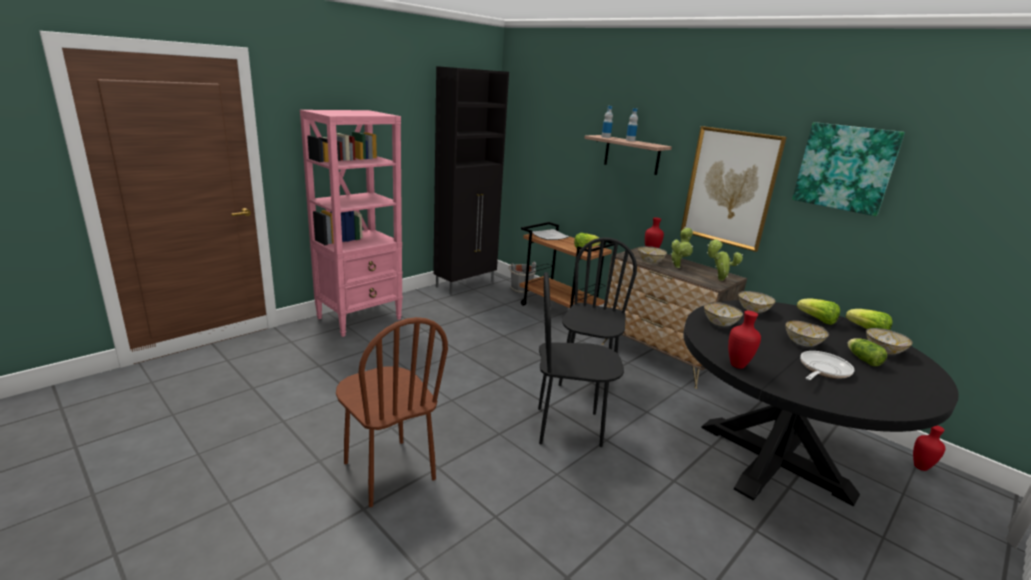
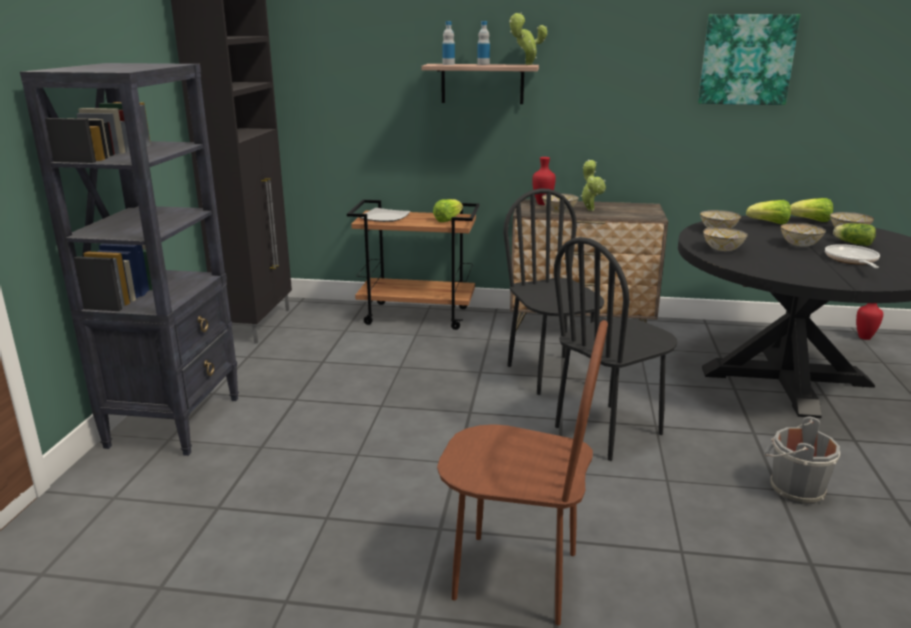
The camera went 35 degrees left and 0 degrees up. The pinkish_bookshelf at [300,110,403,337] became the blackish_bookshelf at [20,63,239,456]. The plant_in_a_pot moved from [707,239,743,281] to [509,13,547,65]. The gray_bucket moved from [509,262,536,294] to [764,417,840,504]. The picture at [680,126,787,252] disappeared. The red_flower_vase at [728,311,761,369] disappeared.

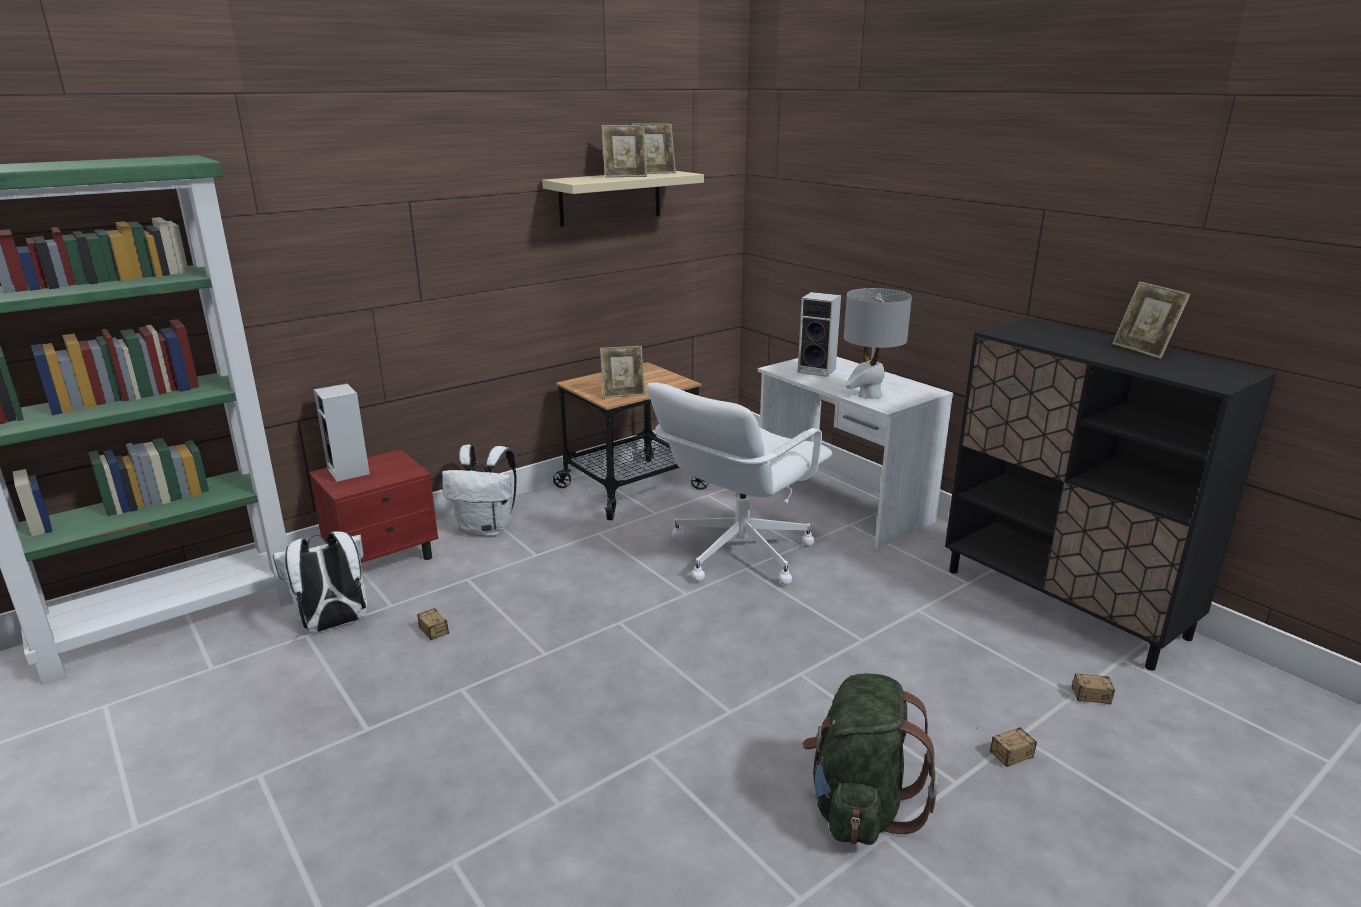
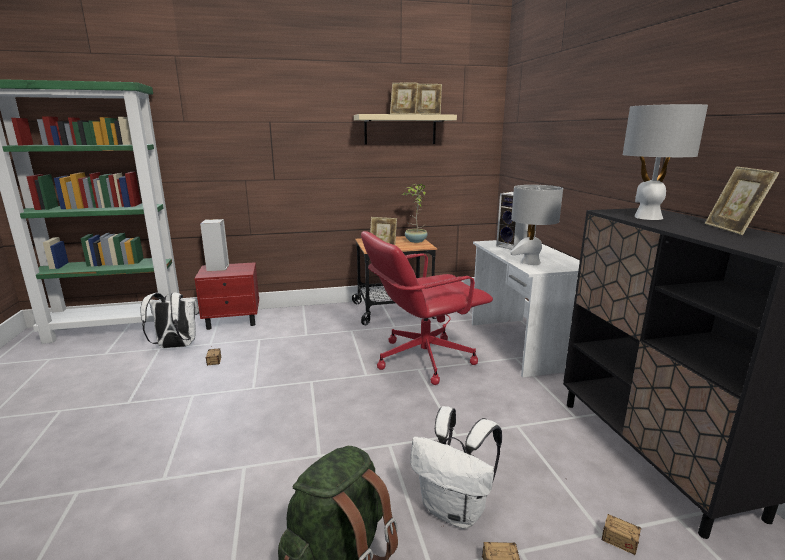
The camera went 25 degrees right and 5 degrees down. The white_computer_chair at [647,382,832,585] became the red_computer_chair at [361,231,493,385]. The plant_in_a_pot at [402,184,428,243] appeared. The white_rucksack moved from [442,445,517,537] to [410,406,502,529]. The gray_tabletop_lamp at [623,104,708,220] appeared.

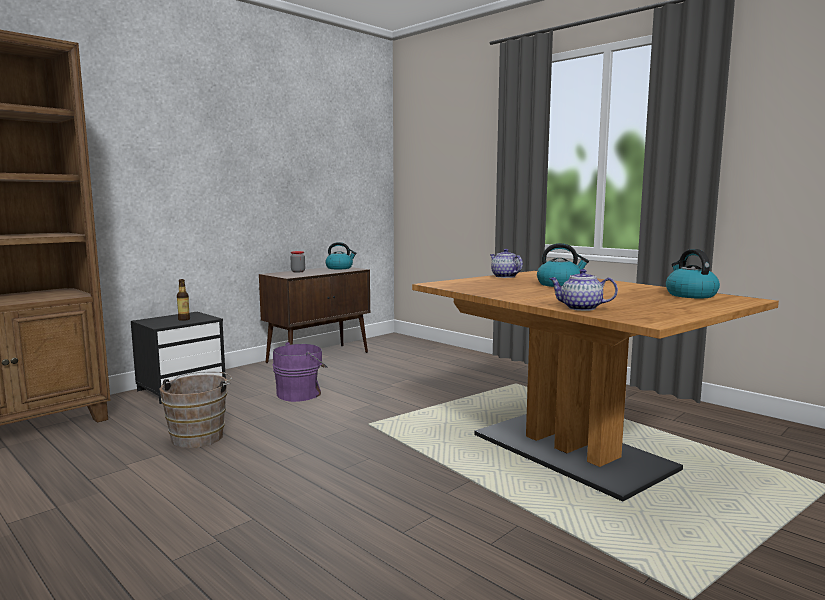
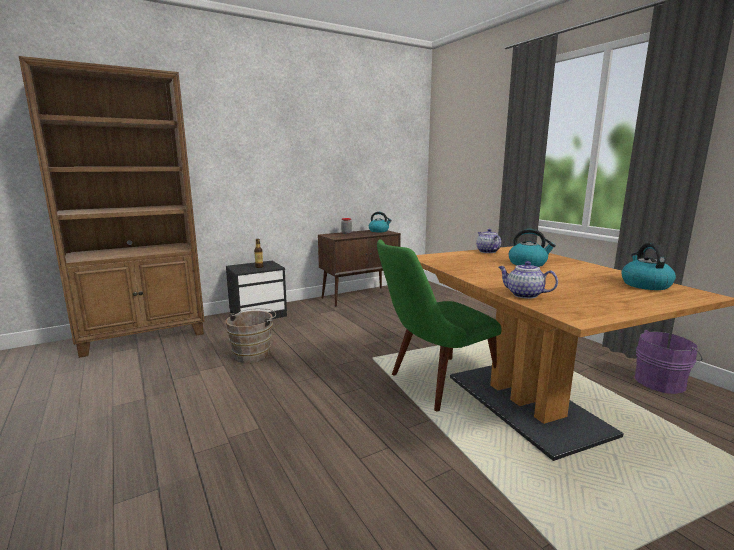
The camera went 15 degrees right and 5 degrees up. The green_plain_chair at [377,239,502,411] appeared. The purple_bucket moved from [272,342,327,402] to [635,330,703,394].

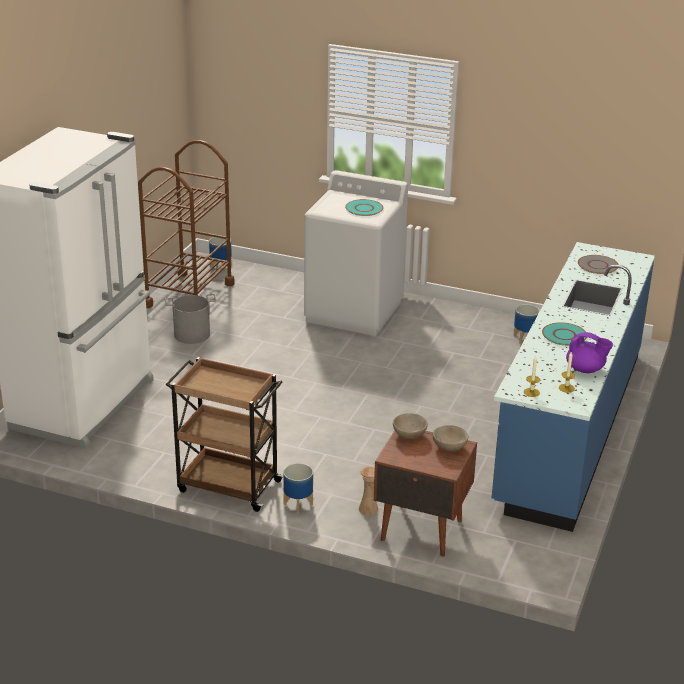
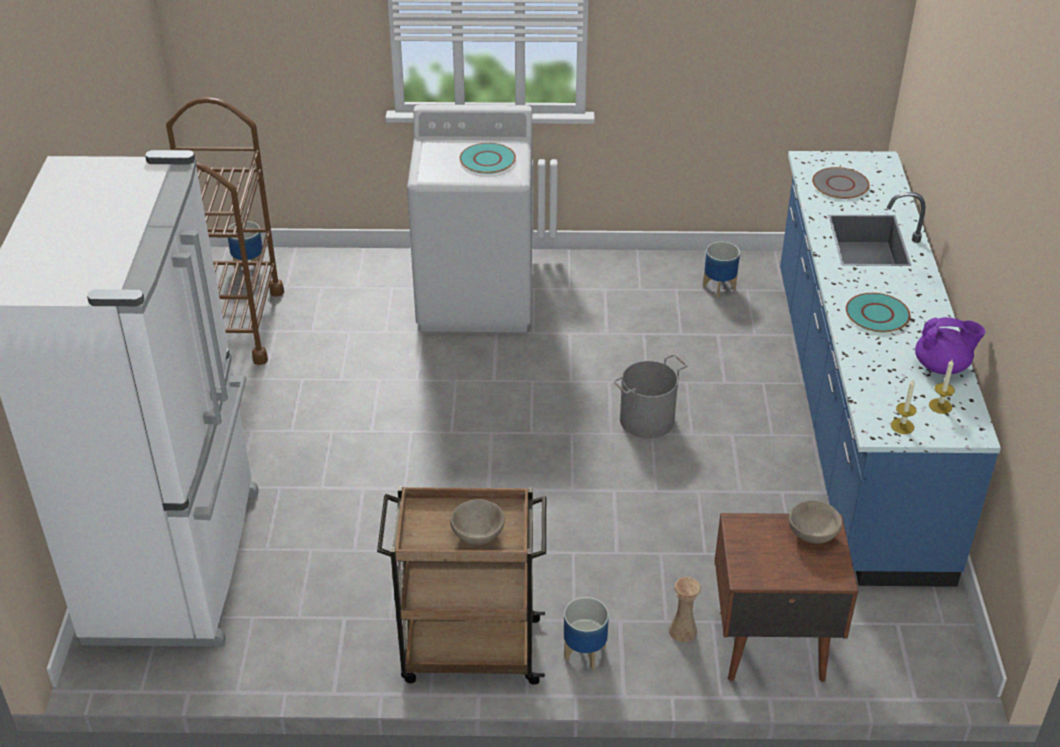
The camera went 20 degrees left and 10 degrees up. The beige-coloured_bowl moved from [393,413,428,439] to [450,499,505,545]. The gray_bucket moved from [165,294,216,344] to [613,354,687,439].

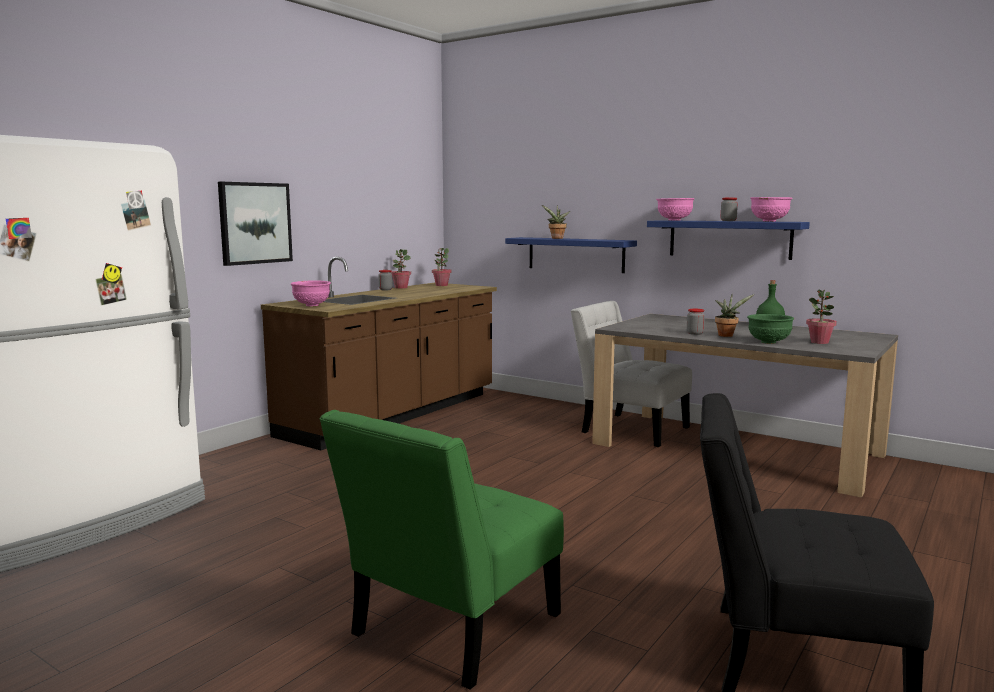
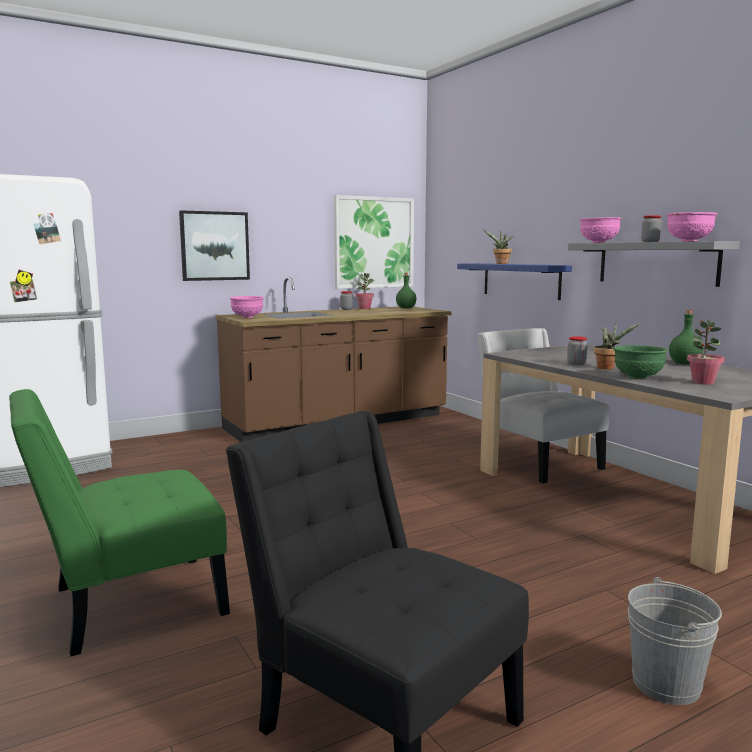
The camera went 25 degrees right and 0 degrees up. The picture at [334,195,414,289] appeared. The plant_in_a_pot at [432,248,452,286] was replaced by the green_bottle at [396,273,416,308]. The blue_wall_shelf at [647,220,810,260] became the gray_wall_shelf at [568,241,740,287]. The gray_bucket at [628,577,722,705] appeared.

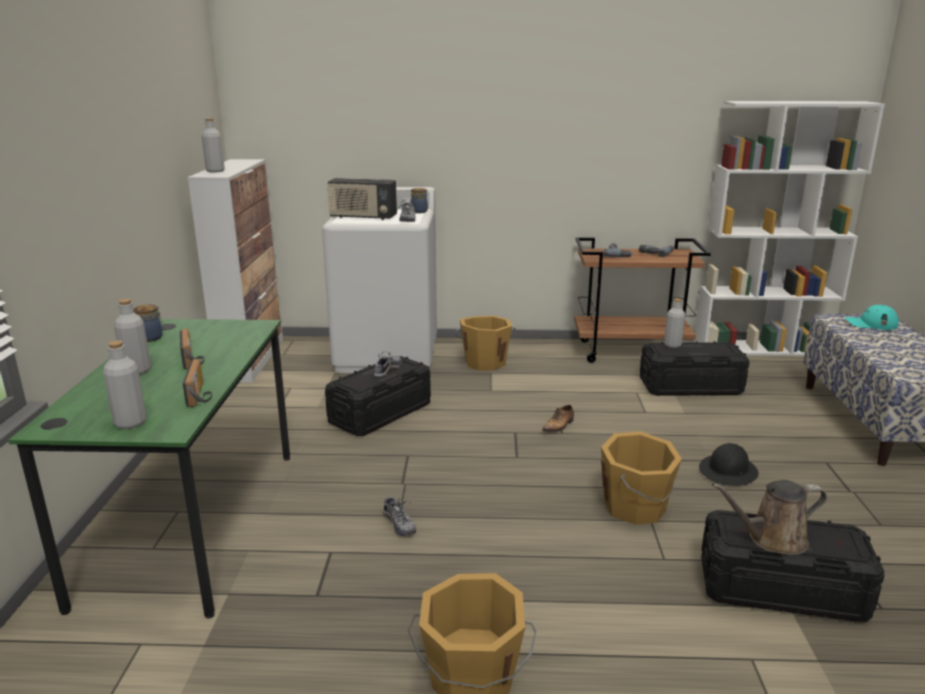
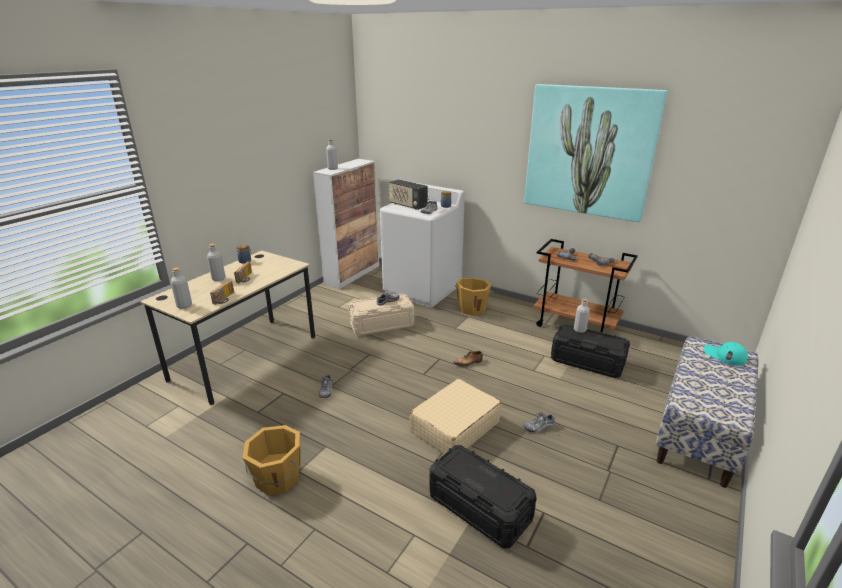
The camera went 30 degrees right and 5 degrees up. The green_desk_table at [8,319,290,618] became the beige-coloured_desk_table at [140,251,315,405]. The blackish_storage_bin at [325,356,431,436] became the beige-coloured_storage_bin at [348,294,414,336]. The orangey_bucket at [601,431,682,525] was replaced by the beige-coloured_suitcase at [410,379,501,454]. The blackish_safety_helmet at [699,443,759,486] was replaced by the item_of_footwear at [523,411,555,433]. The picture at [524,84,668,222] appeared. The white_bookshelf at [694,101,885,356] disappeared. The brownish_watering_pot at [712,480,827,555] disappeared.

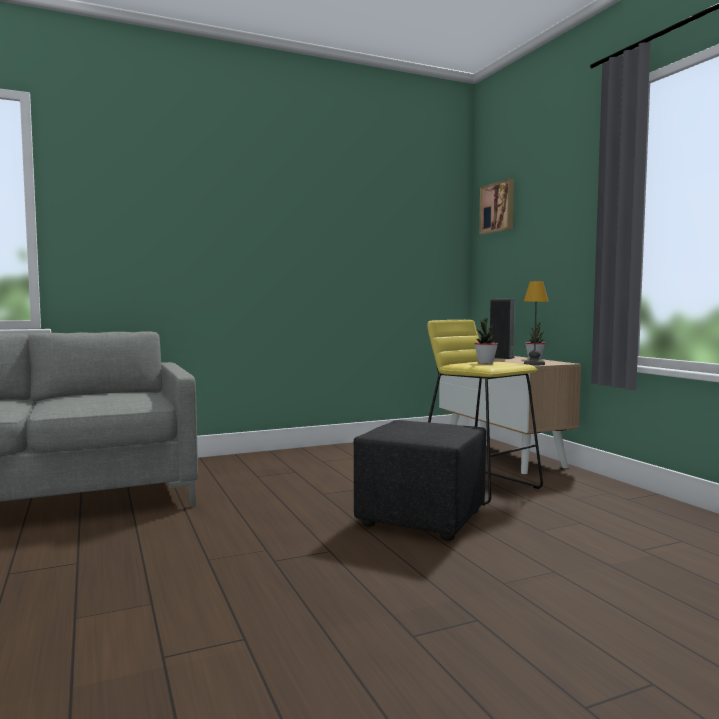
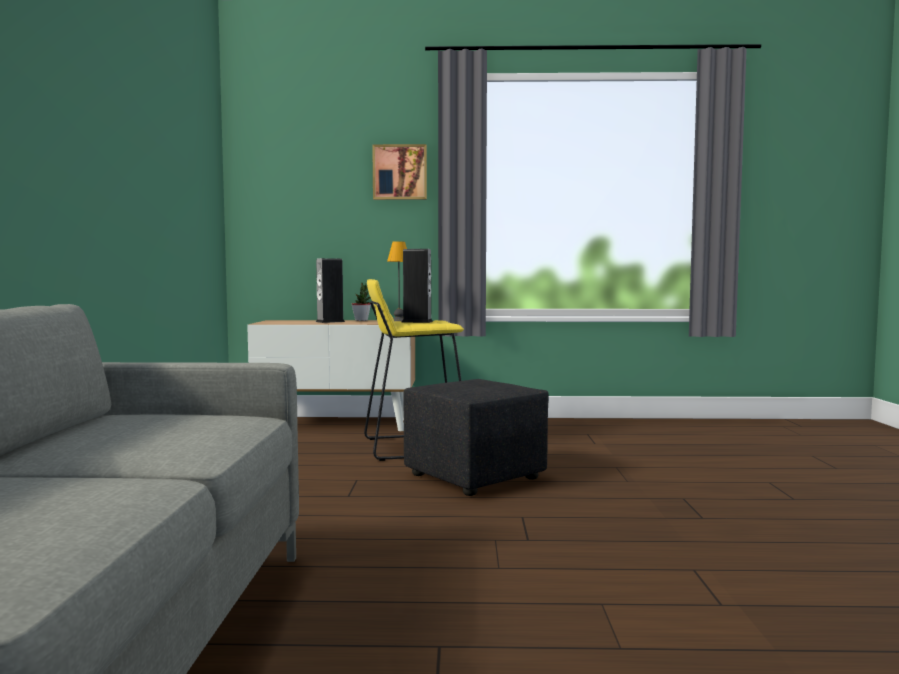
The camera went 65 degrees left and 0 degrees up. The picture moved from [479,179,514,234] to [372,144,427,200]. The plant_in_a_pot at [474,318,498,364] was replaced by the loudspeaker at [402,249,433,323].

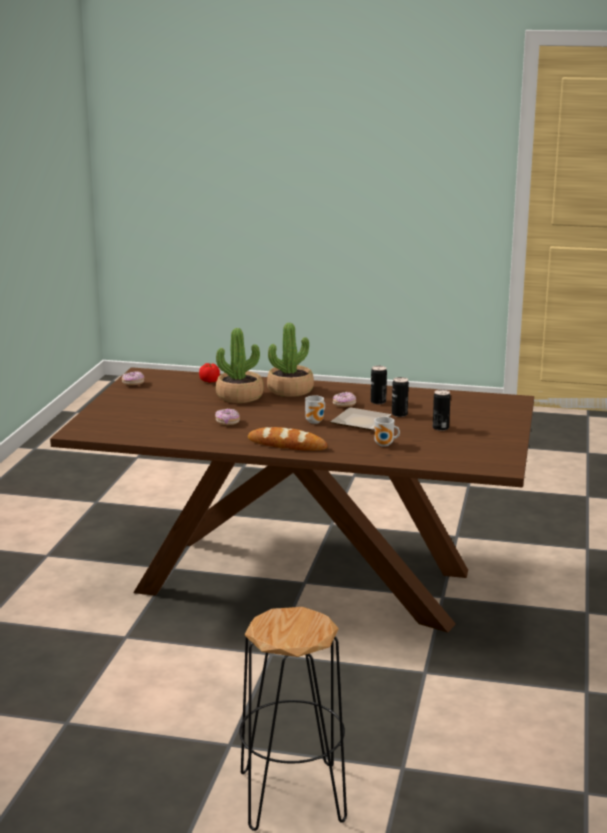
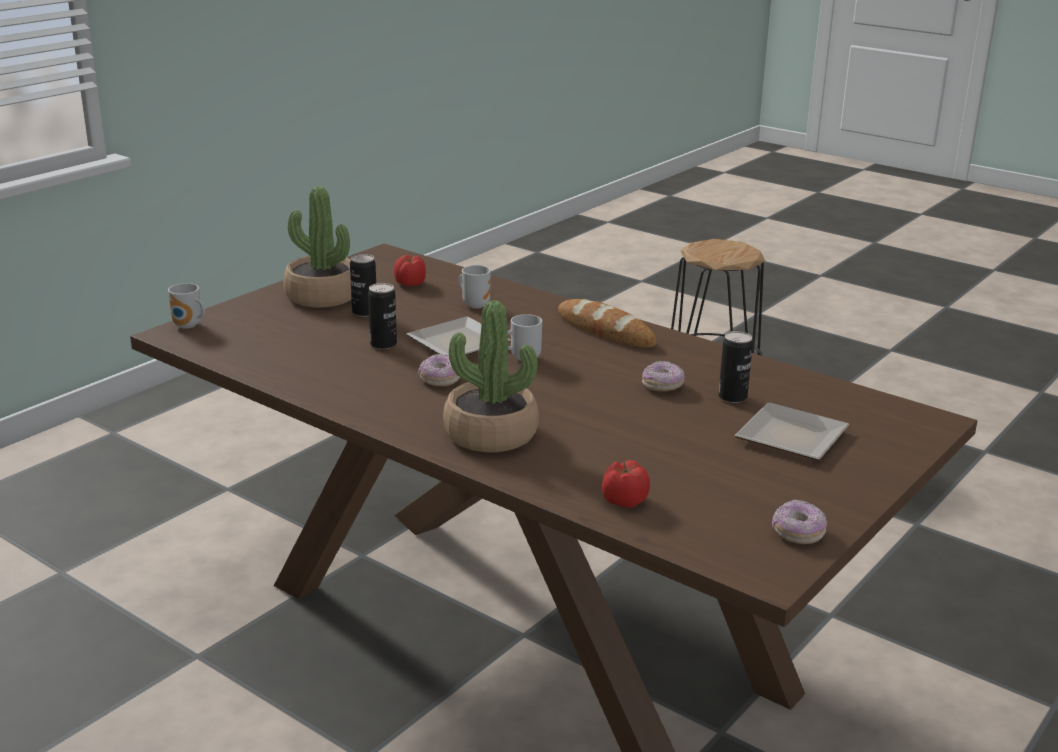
The camera went 155 degrees left and 5 degrees up. The coffee_mug at [168,283,205,329] appeared. The plant_in_a_pot moved from [216,328,264,403] to [283,187,352,308]. The tomato at [394,255,426,286] appeared. The can moved from [371,366,387,404] to [718,331,753,403]. The dinner_plate at [735,403,850,460] appeared.

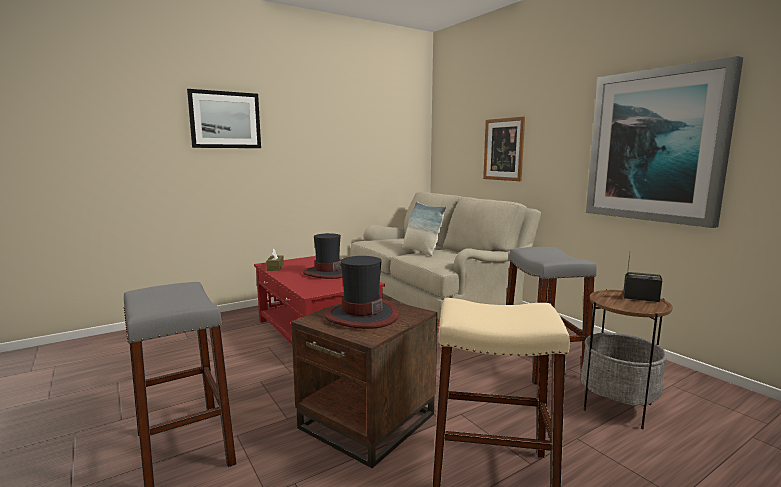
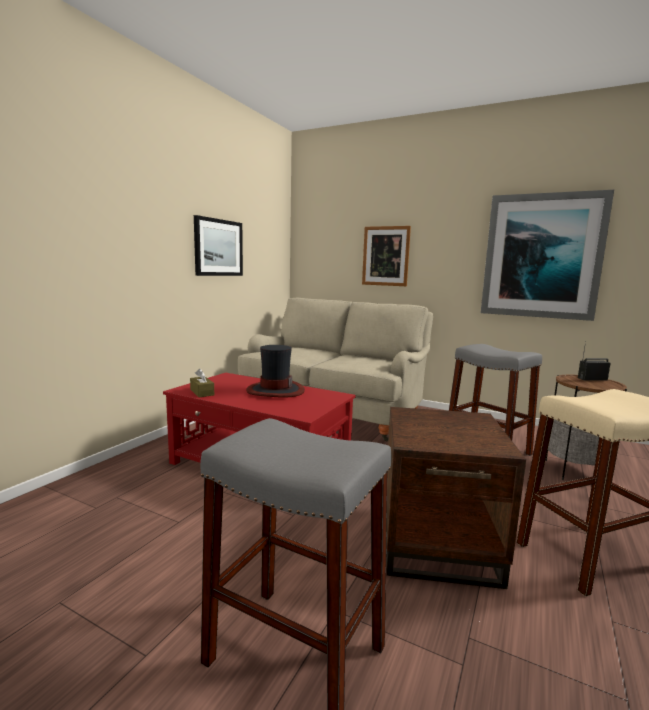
The camera went 30 degrees left and 0 degrees up. The picture moved from [187,89,261,148] to [194,215,243,276]. The hat at [324,256,400,329] disappeared. The cushion at [402,201,446,256] disappeared.

